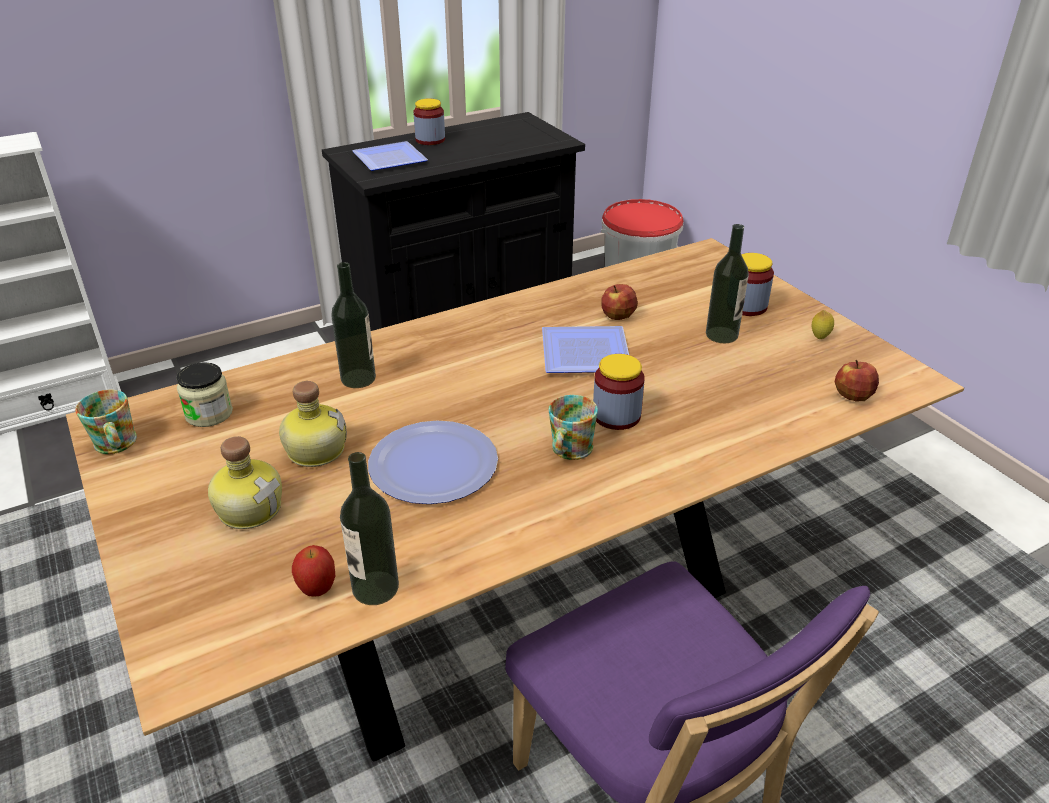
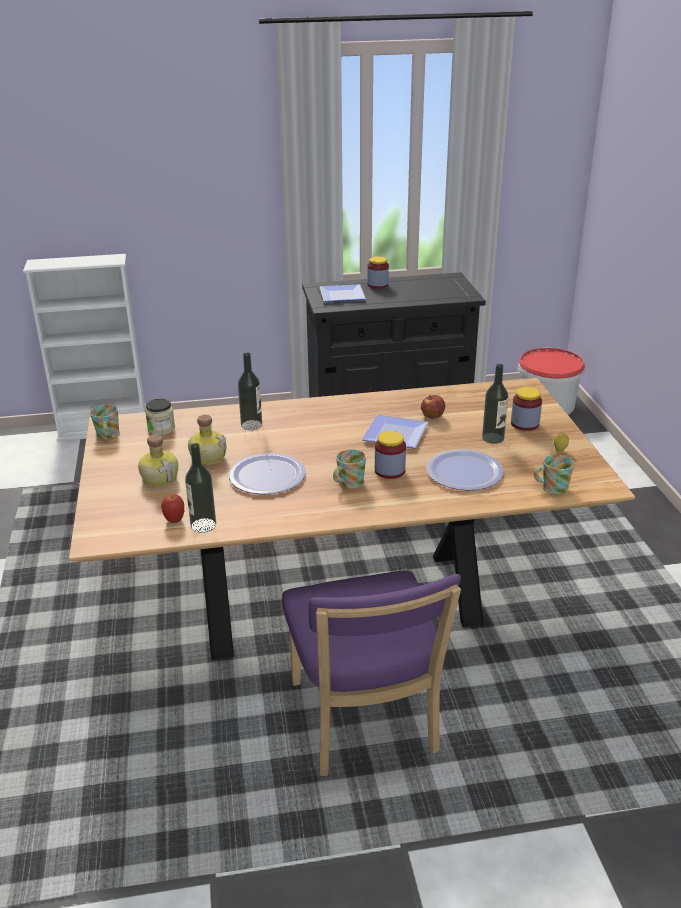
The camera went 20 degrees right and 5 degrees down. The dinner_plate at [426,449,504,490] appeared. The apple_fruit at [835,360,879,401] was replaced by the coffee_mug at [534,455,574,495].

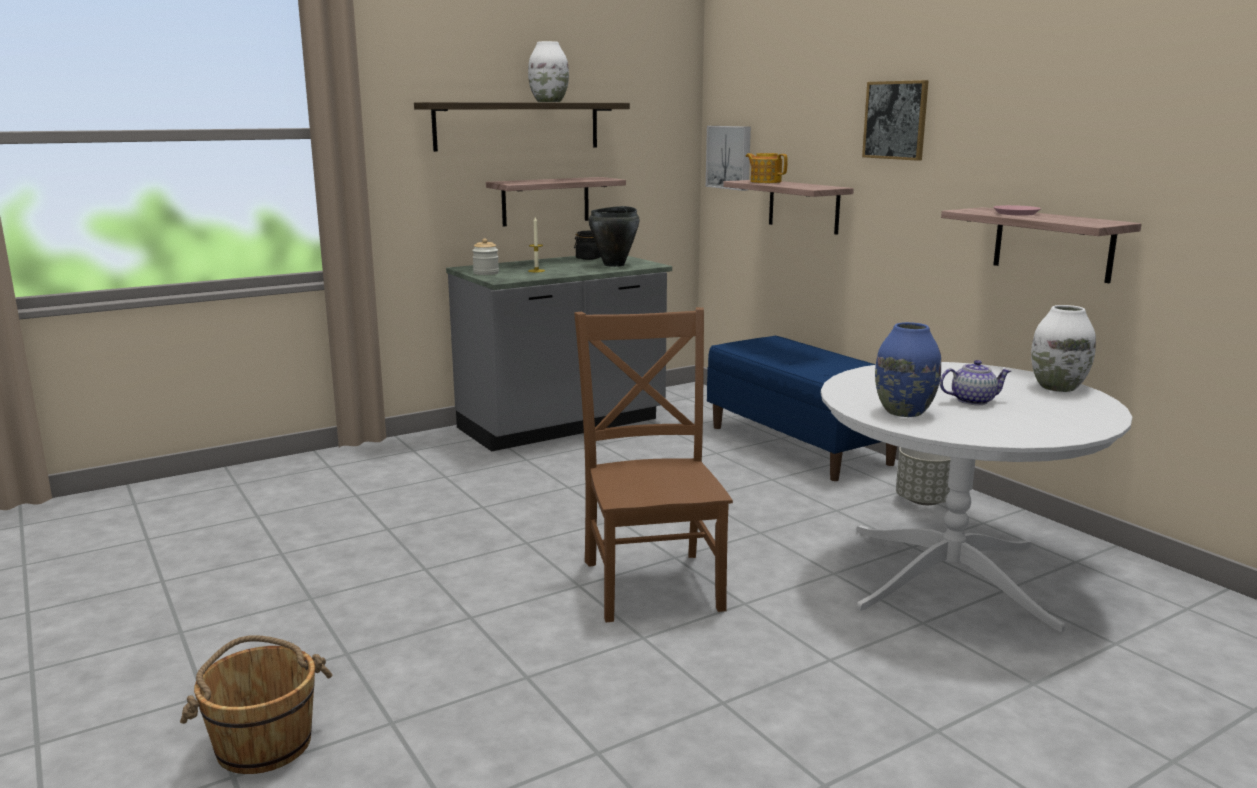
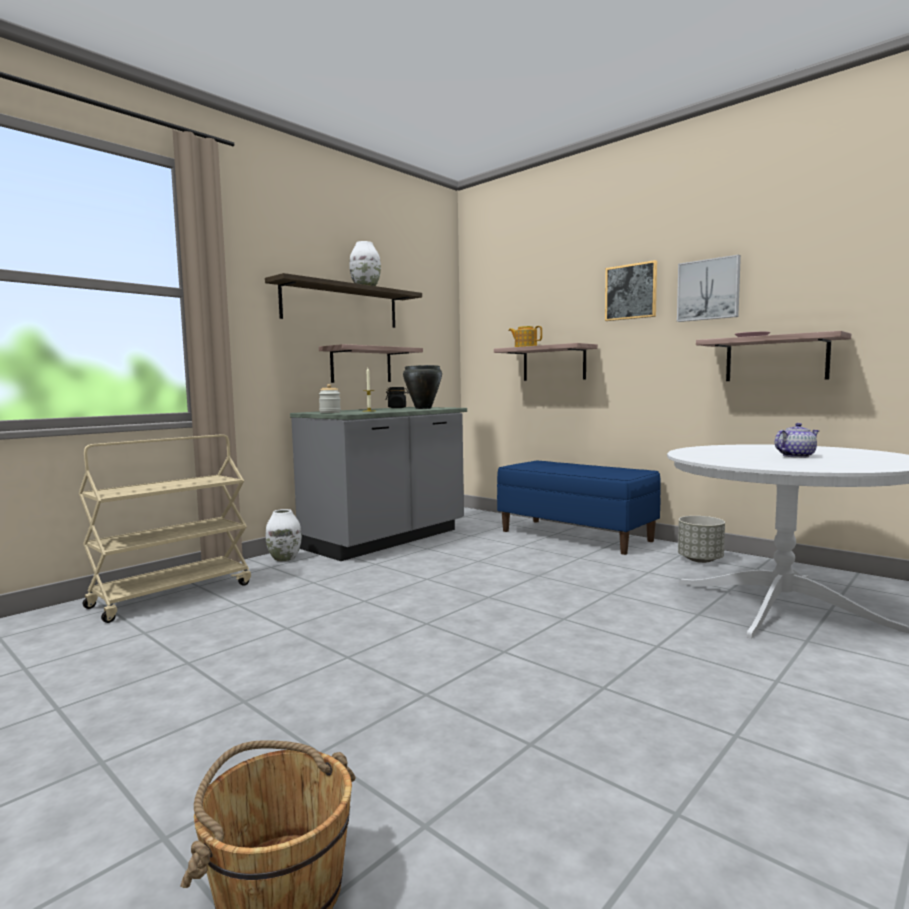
The camera went 15 degrees left and 10 degrees down. The beige-coloured_trolley at [79,434,251,623] appeared. The white_flower_vase moved from [1031,305,1096,392] to [266,509,302,561]. The picture moved from [706,126,751,191] to [677,255,741,322]. The brownish_plain_chair at [574,307,733,622] disappeared. The blue_flower_vase at [875,322,941,417] disappeared.

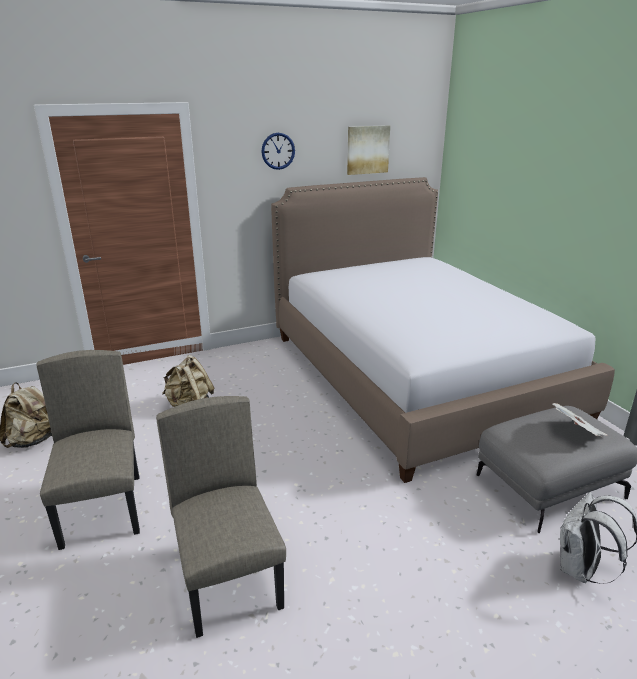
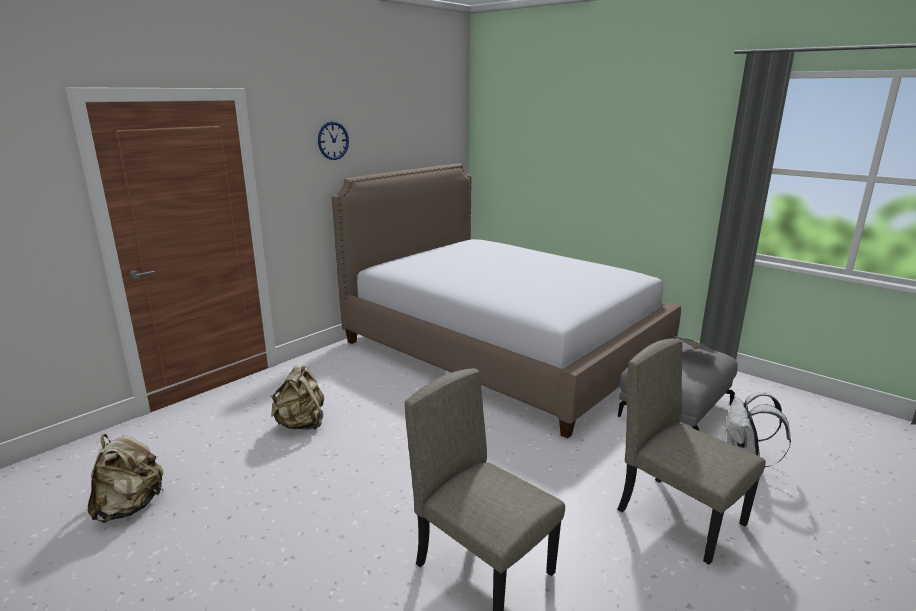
The camera went 25 degrees left and 5 degrees down. The beige-coloured_plain_chair moved from [36,350,140,550] to [617,338,766,565]. The picture at [347,125,390,175] disappeared.

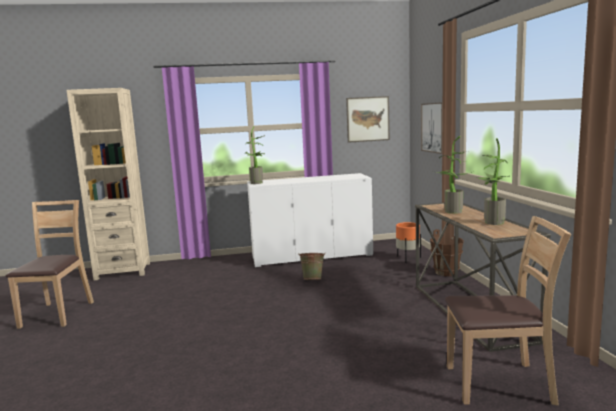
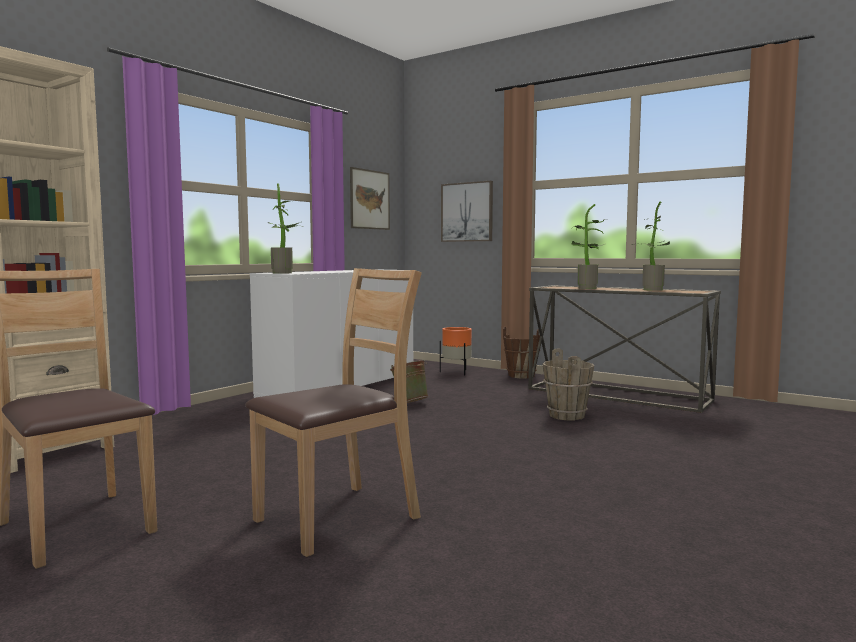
The camera went 45 degrees left and 5 degrees down. The brownish_plain_chair moved from [445,216,571,405] to [245,268,422,557]. The brownish_bucket at [543,349,594,420] appeared.

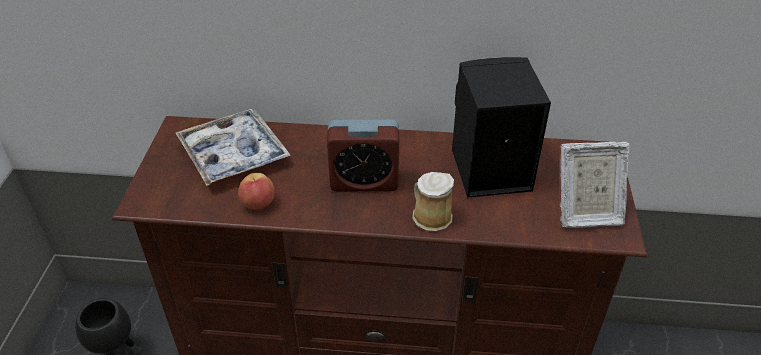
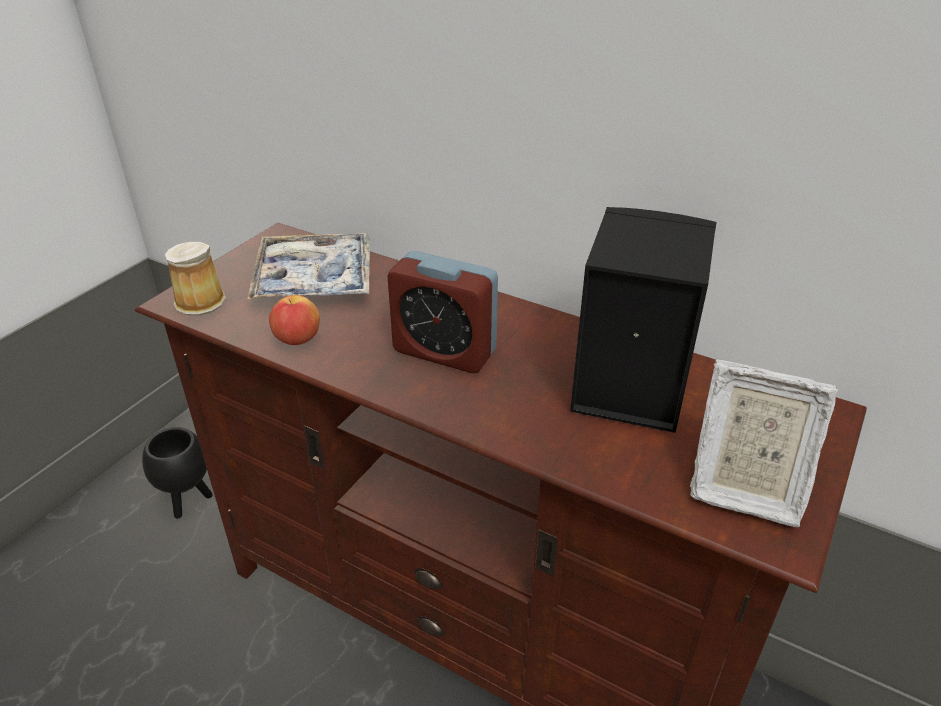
The camera went 25 degrees right and 5 degrees down. The coffee_mug moved from [412,172,454,231] to [165,242,226,315].

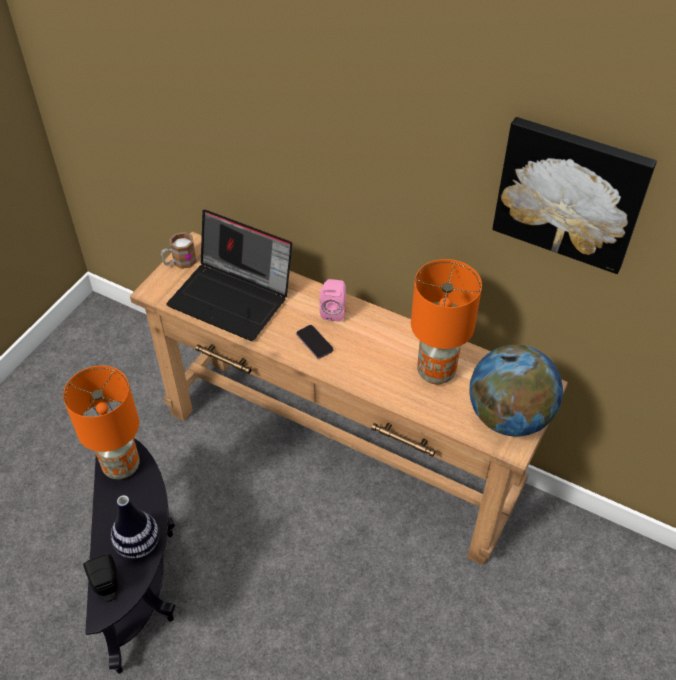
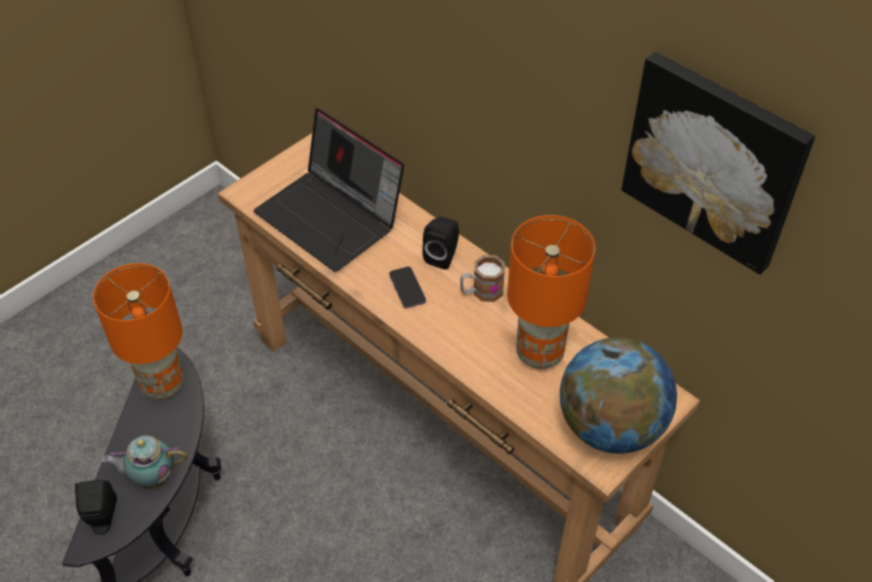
The camera went 15 degrees right and 0 degrees up. The flower_vase at [111,495,159,559] was replaced by the pot_for_tea at [102,436,188,489]. The pinkish_loudspeaker at [319,279,346,321] became the blackish_loudspeaker at [422,217,459,270]. The coffee_mug moved from [161,232,197,269] to [460,255,505,302].

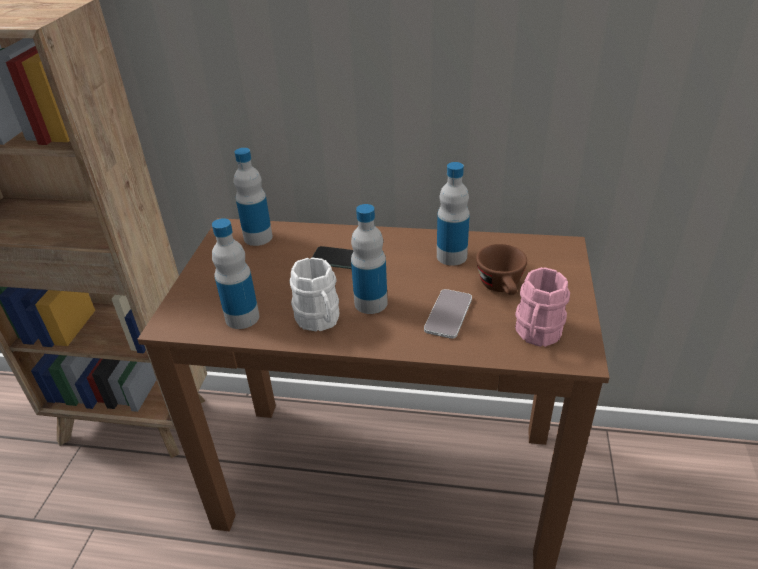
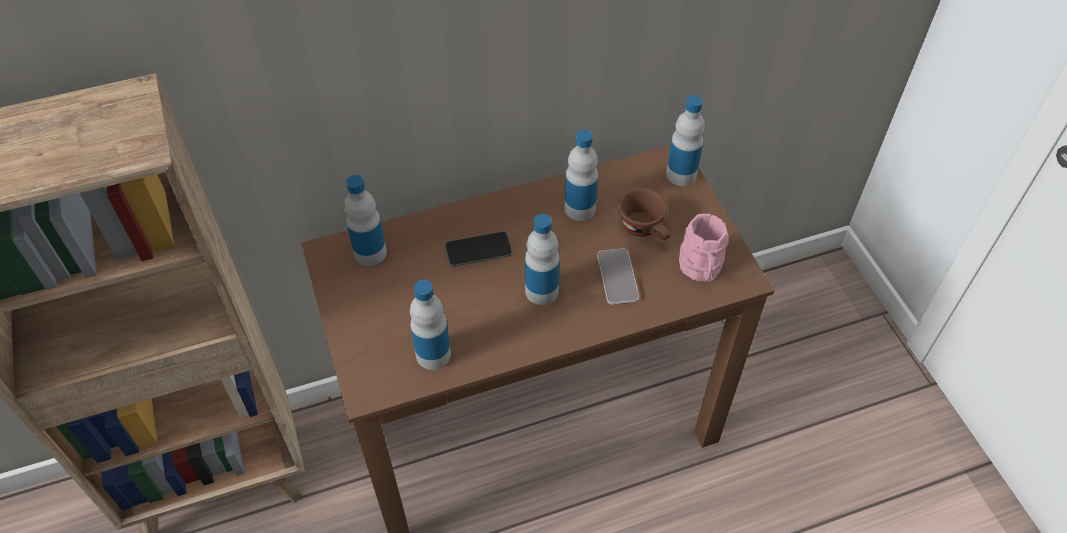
The camera went 30 degrees left and 15 degrees up. The bottle at [666,95,705,186] appeared. The white_coffee_mug at [289,257,340,331] disappeared.

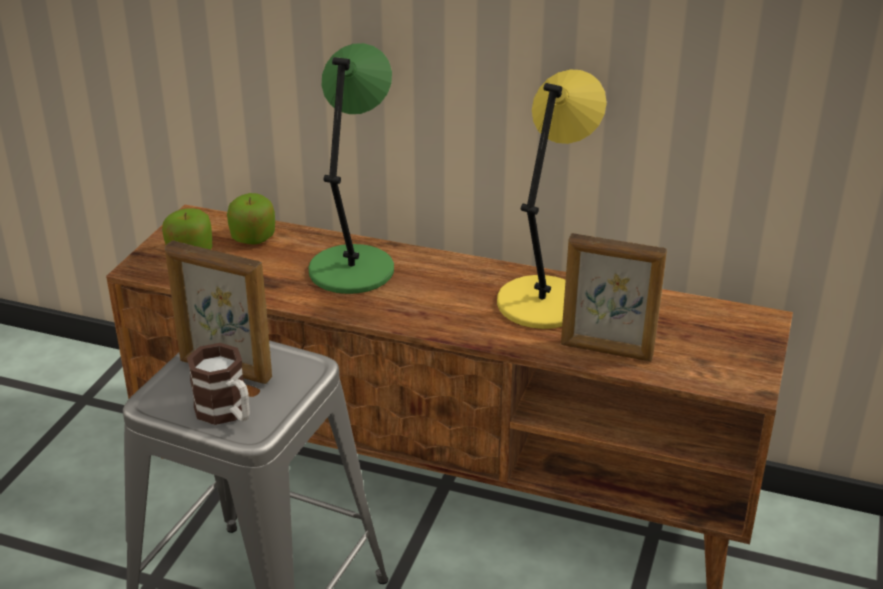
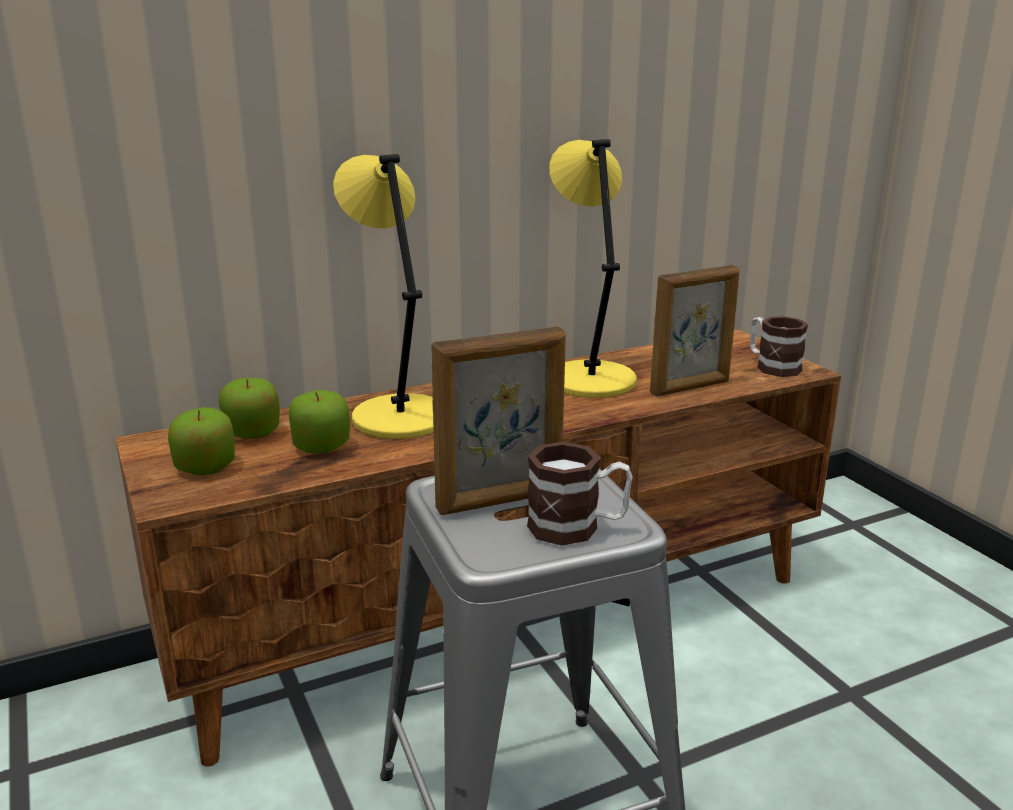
The camera went 45 degrees left and 10 degrees down. The apple_fruit at [289,390,350,454] appeared. The green_tabletop_lamp at [308,43,394,294] became the yellowish_tabletop_lamp at [333,154,434,439]. The coffee_mug at [750,316,808,377] appeared.

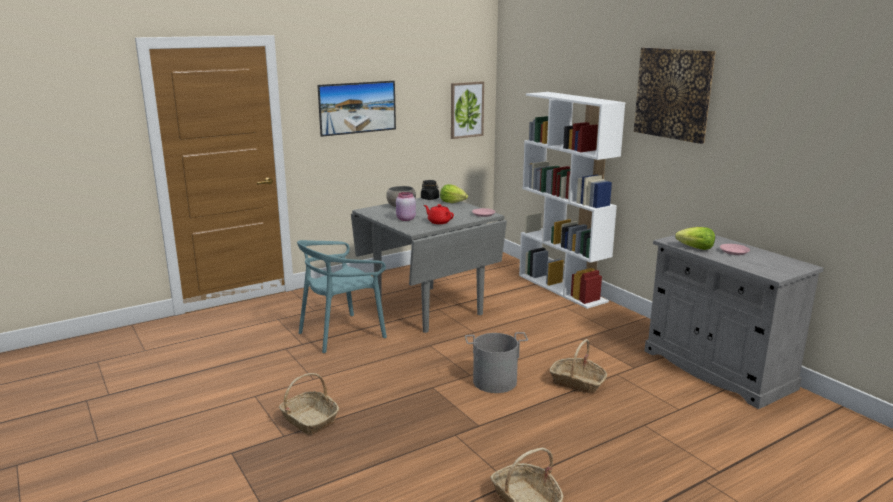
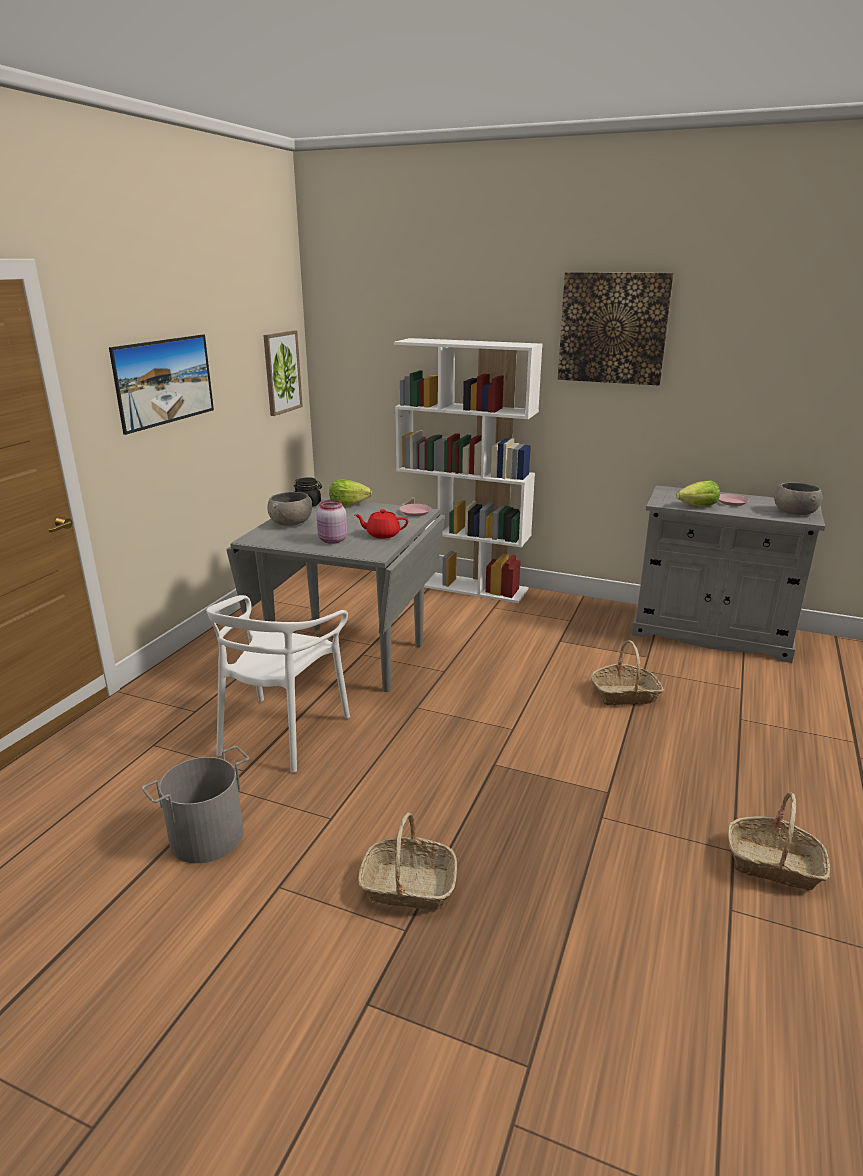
The camera went 35 degrees left and 5 degrees up. The gray_bucket moved from [465,332,528,393] to [142,746,250,863]. The turquoise-coloured_plain_chair at [297,240,387,353] became the white_plain_chair at [206,595,350,773]. The gray_bowl at [774,483,822,515] appeared.

